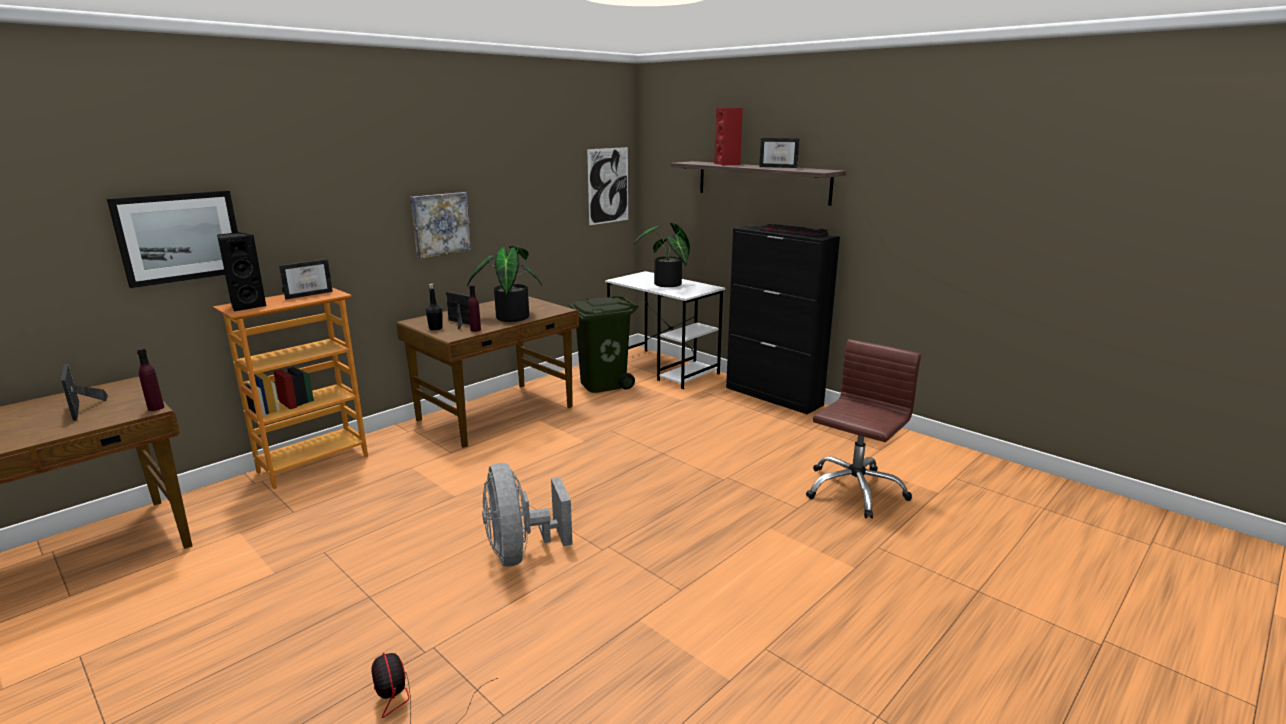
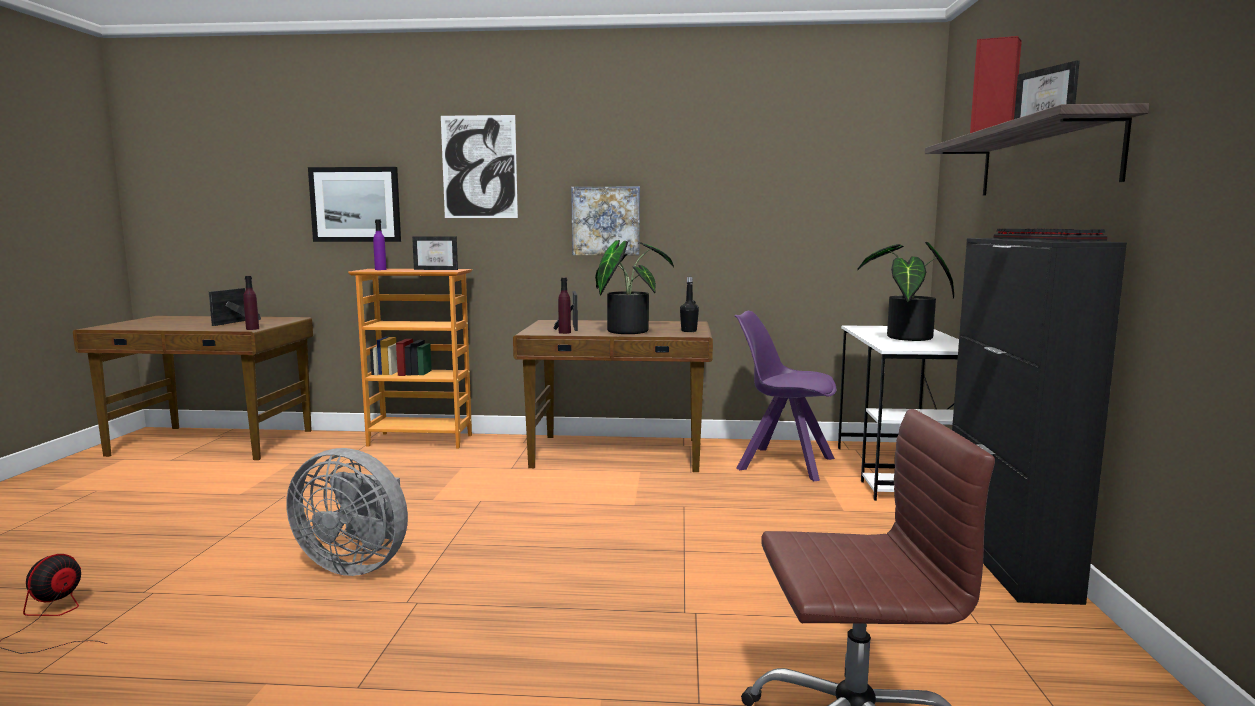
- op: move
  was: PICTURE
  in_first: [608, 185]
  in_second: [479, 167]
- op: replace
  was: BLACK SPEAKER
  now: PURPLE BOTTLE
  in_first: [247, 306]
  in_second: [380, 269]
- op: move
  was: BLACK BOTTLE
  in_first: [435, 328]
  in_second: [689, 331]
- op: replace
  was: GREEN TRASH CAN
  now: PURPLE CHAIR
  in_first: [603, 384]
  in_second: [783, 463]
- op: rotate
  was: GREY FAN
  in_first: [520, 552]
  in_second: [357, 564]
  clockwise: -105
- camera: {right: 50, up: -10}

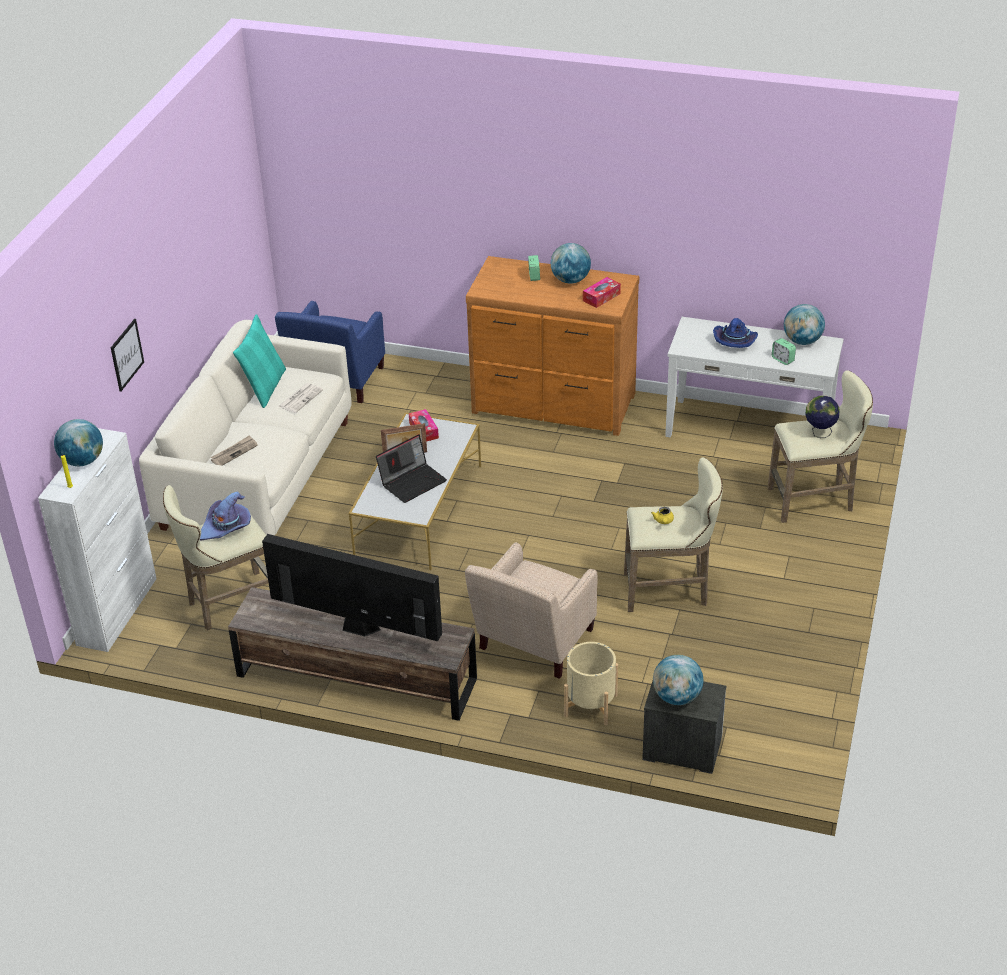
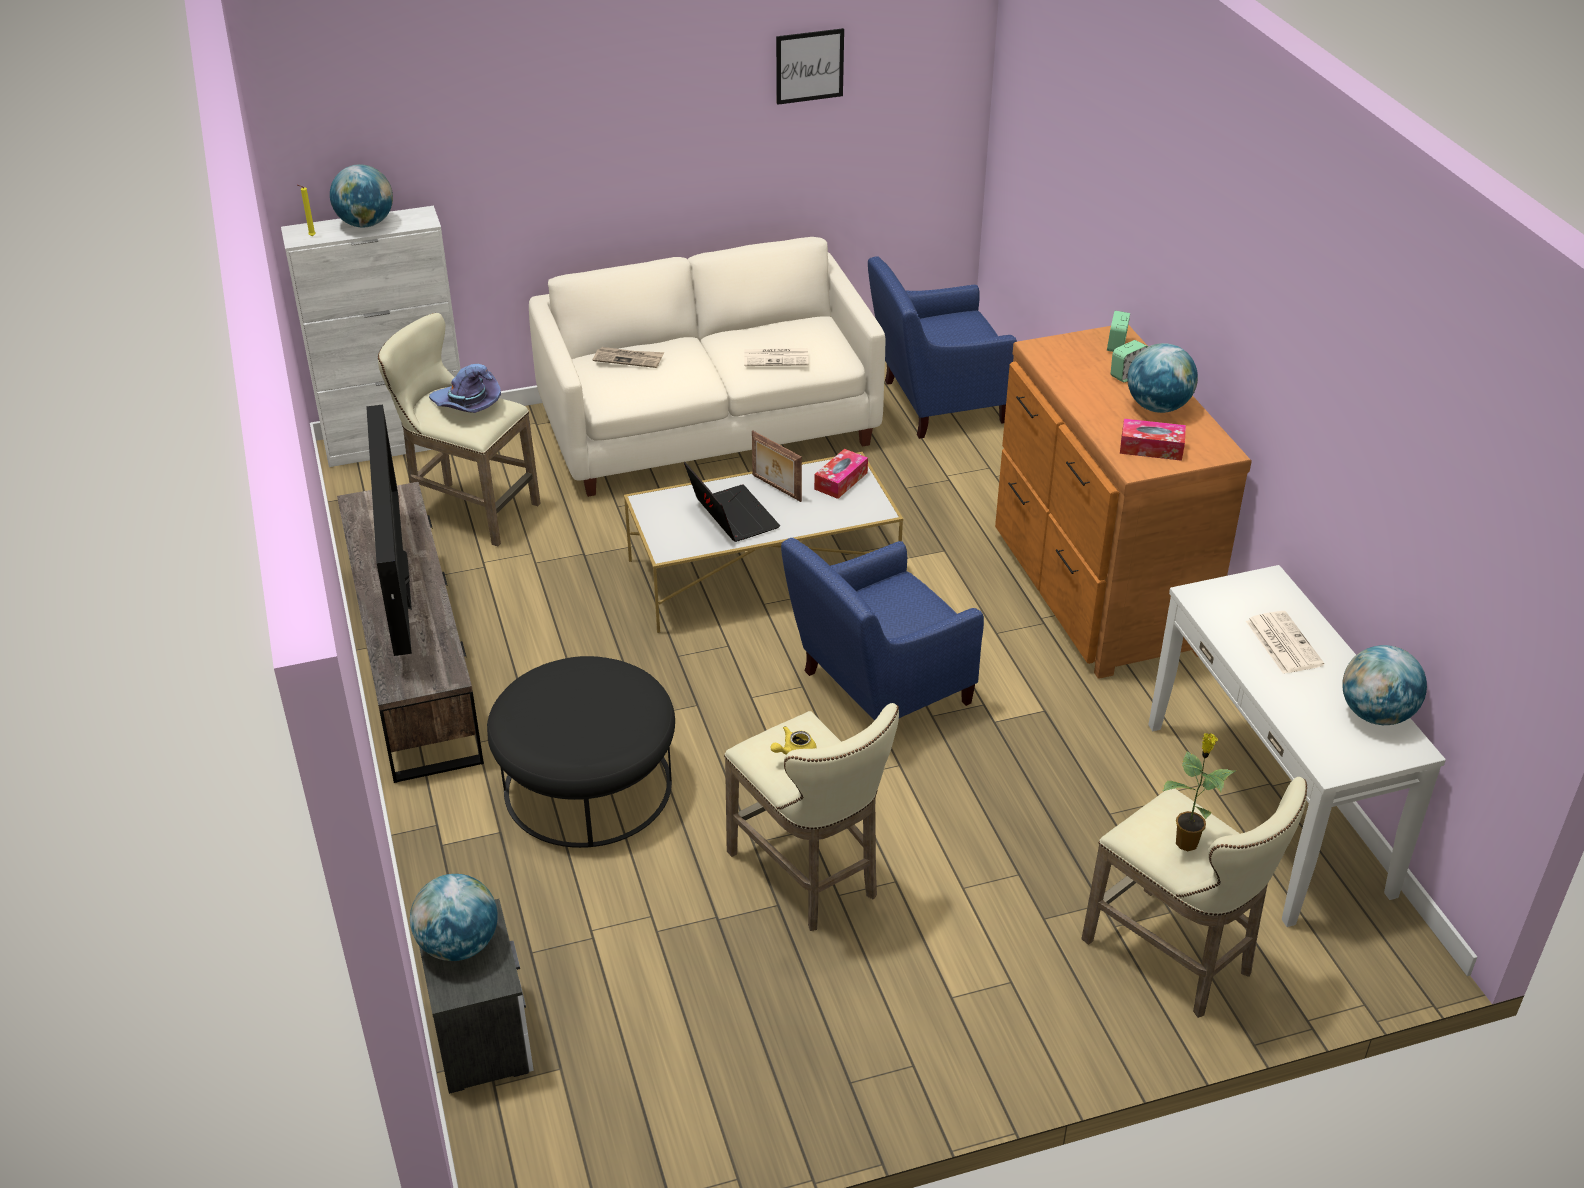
- op: delete
  was: TURQUOISE PILLOW
  in_first: [265, 387]
- op: replace
  was: BLUE HAT
  now: NEWSPAPER
  in_first: [735, 341]
  in_second: [1282, 642]
- op: move
  was: PICTURE
  in_first: [126, 354]
  in_second: [809, 66]
- op: move
  was: ALARM CLOCK
  in_first: [783, 359]
  in_second: [1116, 345]
- op: replace
  was: GLOBE
  now: POTTED PLANT
  in_first: [820, 433]
  in_second: [1187, 841]
- op: rotate
  was: LAPTOP
  in_first: [412, 481]
  in_second: [731, 516]
  clockwise: -135
- op: replace
  was: BEIGE ARMCHAIR
  now: BLACK OTTOMAN
  in_first: [532, 644]
  in_second: [587, 785]
- op: delete
  was: BEIGE PLANTER
  in_first: [591, 705]
- op: insert
  now: BLUE ARMCHAIR
  in_second: [876, 691]
- camera: {right: 55, up: 0}

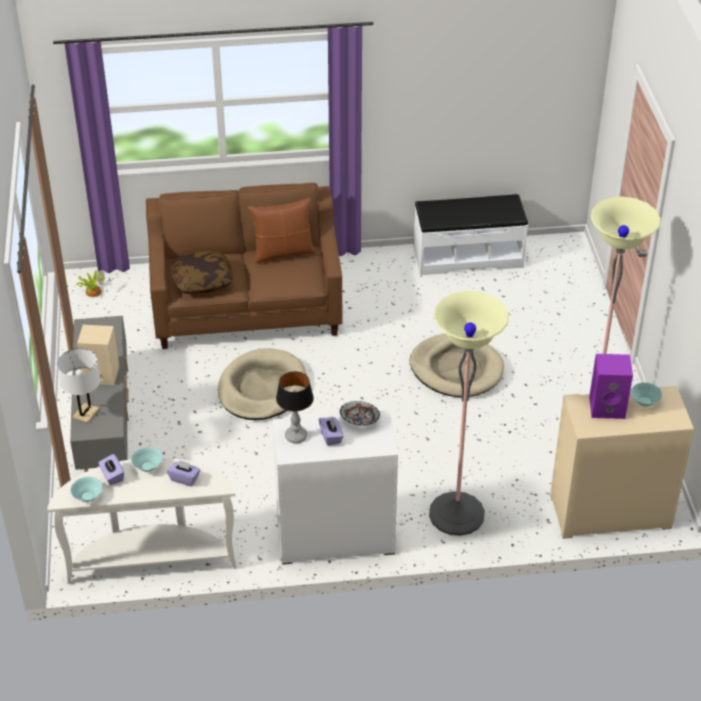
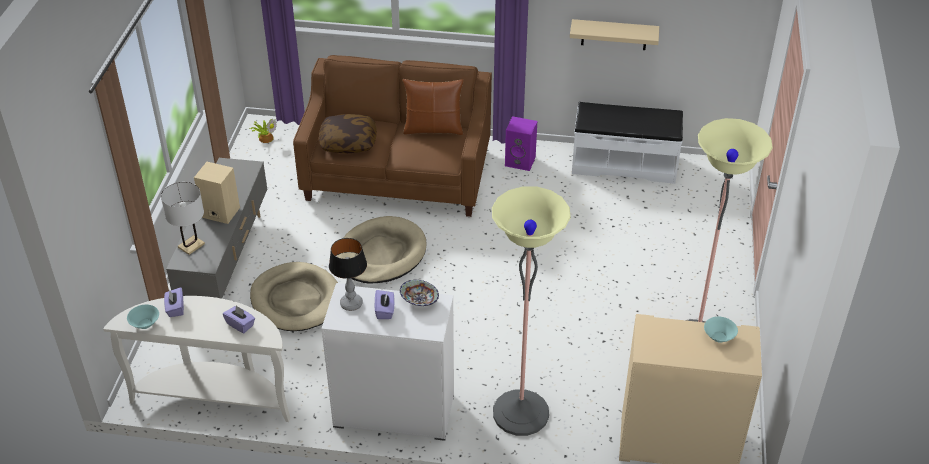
- op: move
  was: BEIGE DOG BED
  in_first: [456, 369]
  in_second: [296, 300]
- op: move
  was: PURPLE SPEAKER
  in_first: [608, 407]
  in_second: [521, 161]
- op: delete
  was: TURQUOISE BOWL
  in_first: [148, 466]
- op: insert
  now: BEIGE SHELF
  in_second: [614, 34]
- camera: {right: 15, up: 0}

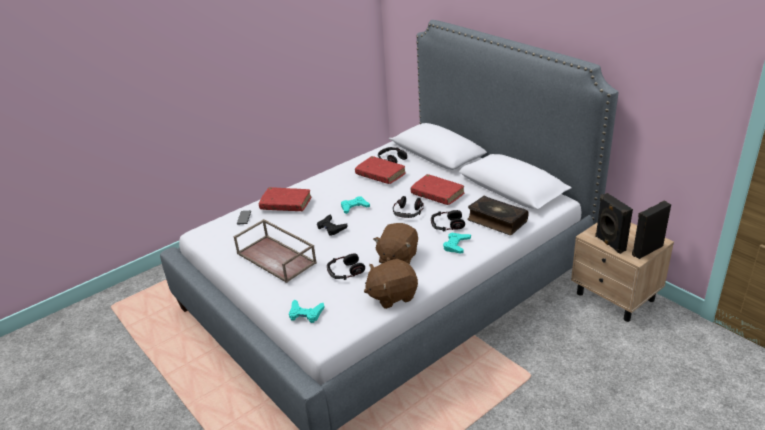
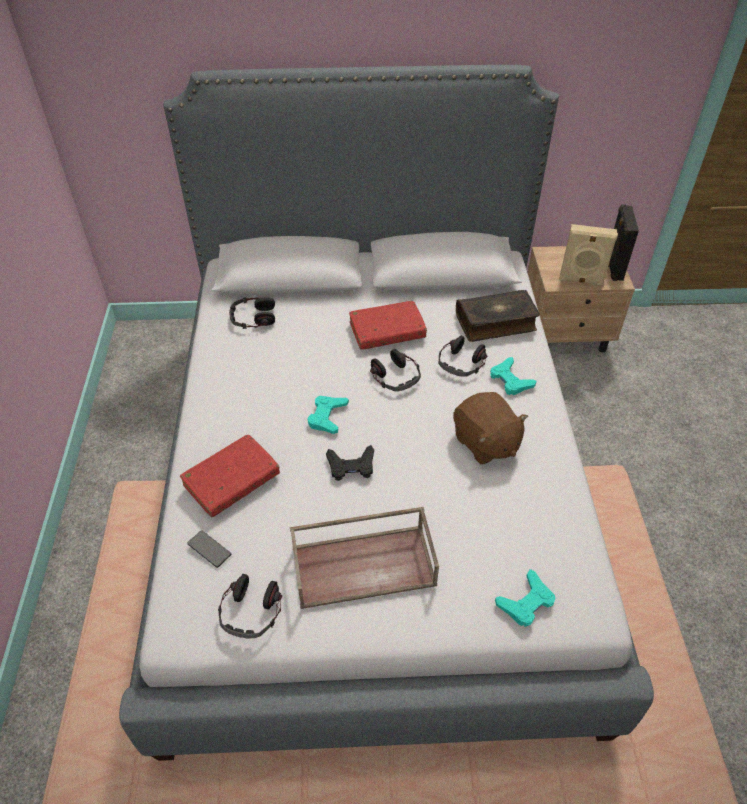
- op: delete
  was: RED BOOK
  in_first: [380, 175]
- op: recolor
  was: BLACK SPEAKER
  now: BEIGE SPEAKER
  in_first: [609, 244]
  in_second: [581, 281]
- op: move
  was: HEADPHONES
  in_first: [345, 271]
  in_second: [251, 611]
- op: delete
  was: BROWN PLUSH TOY
  in_first: [392, 295]
- camera: {right: -55, up: 15}

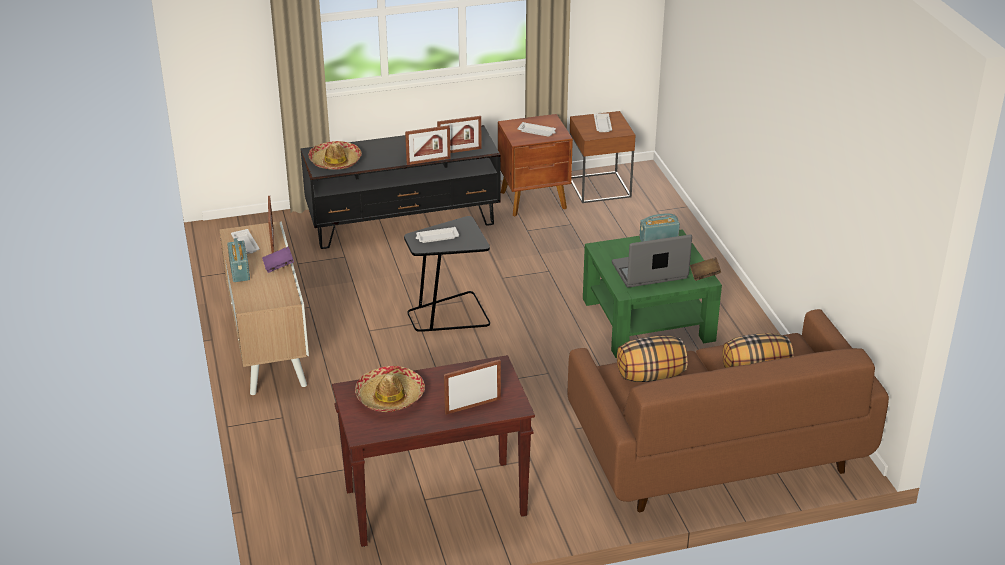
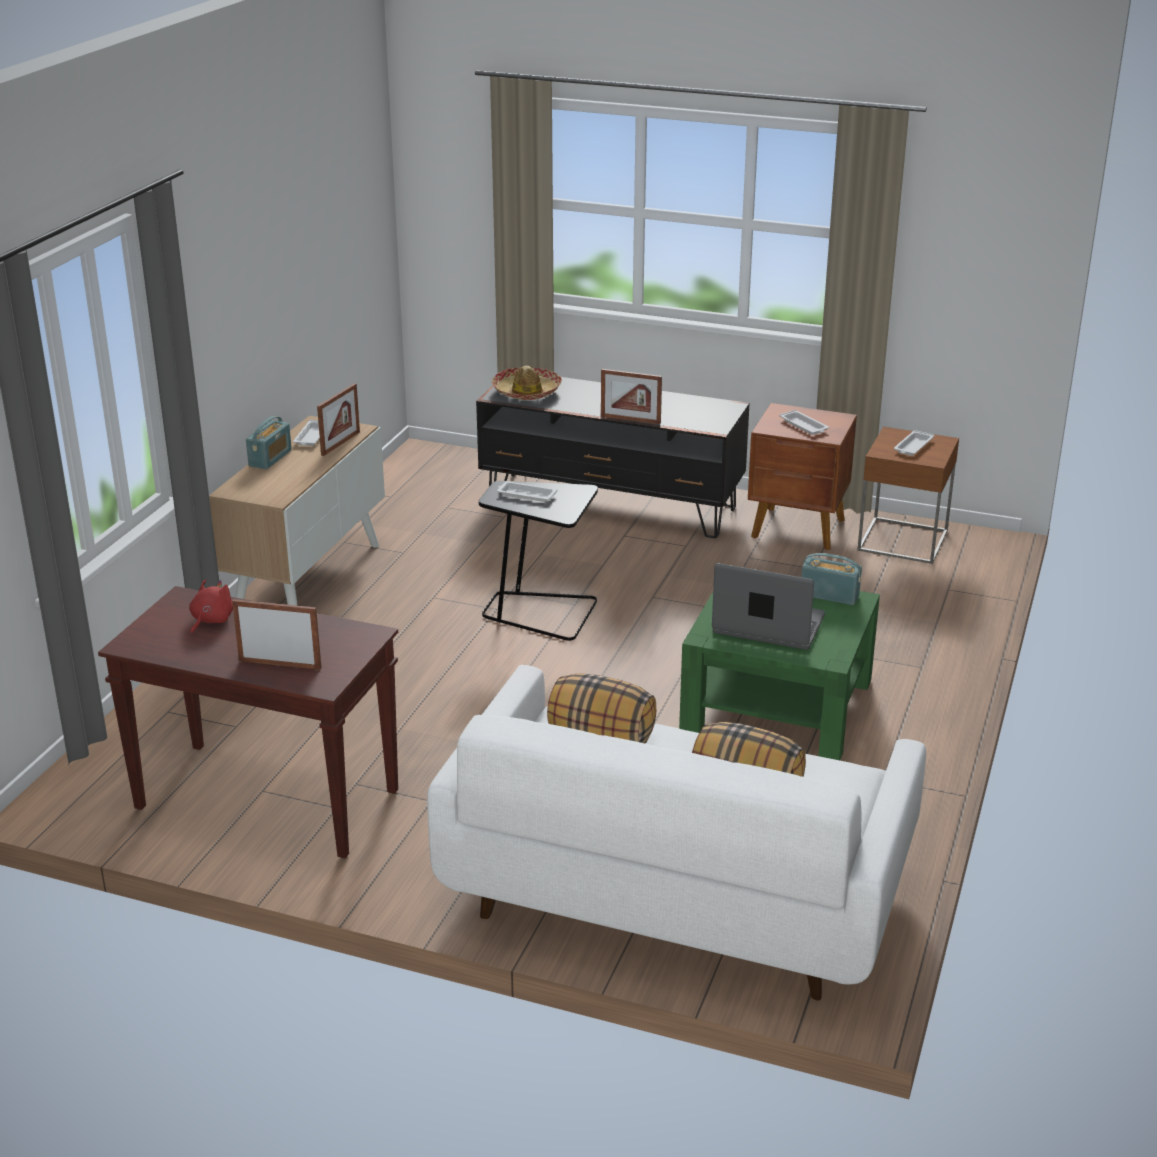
- op: delete
  was: PICTURE FRAME
  in_first: [459, 151]
- op: delete
  was: PURPLE BOOK
  in_first: [278, 266]
- op: delete
  was: BROWN BOOK
  in_first: [704, 275]
- op: recolor
  was: BROWN SOFA
  now: WHITE SOFA
  in_first: [716, 449]
  in_second: [676, 890]
- op: replace
  was: HAT
  now: RED PLUSH TOY
  in_first: [390, 397]
  in_second: [210, 620]
- camera: {right: 35, up: -5}

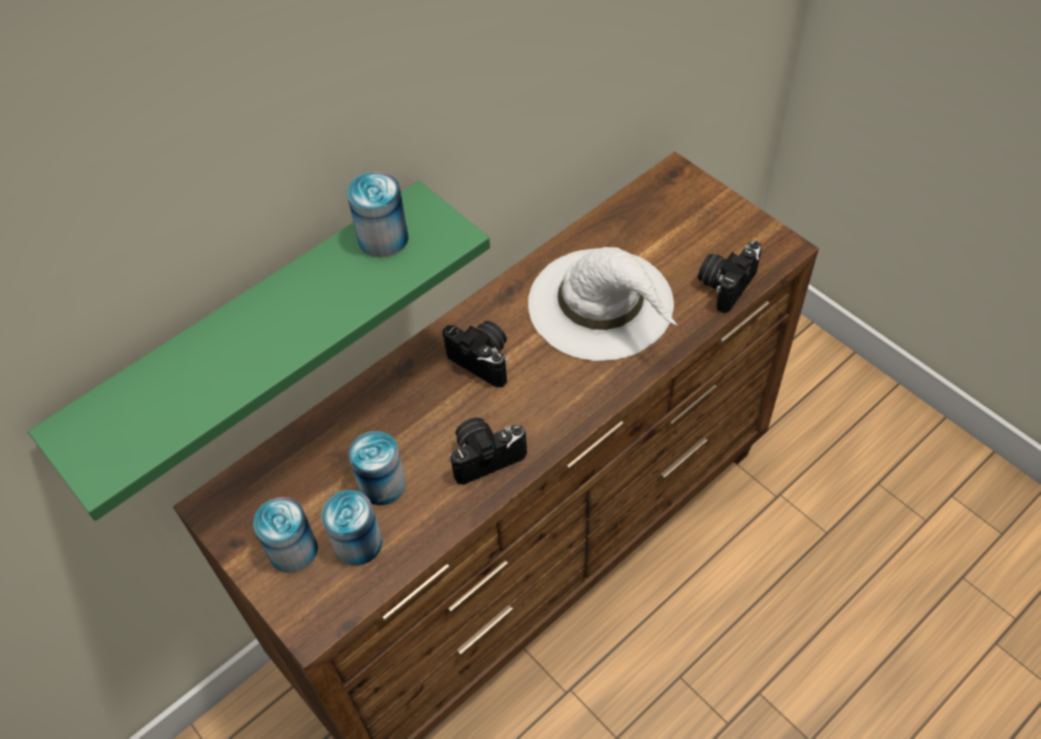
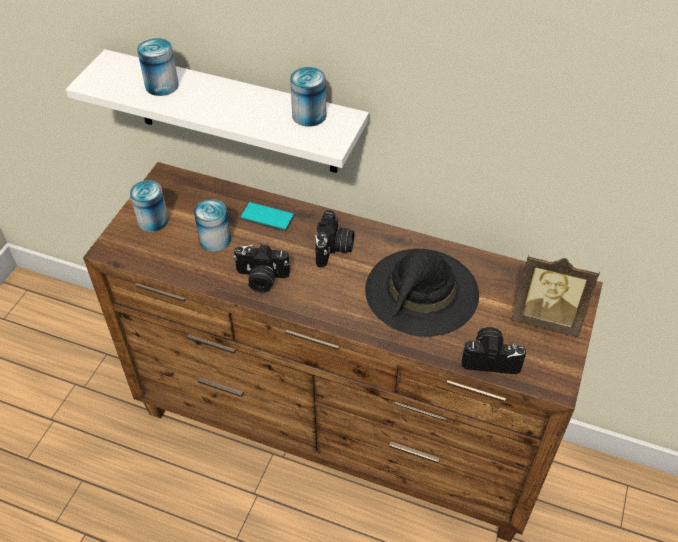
- op: recolor
  was: GREEN SHELF
  now: WHITE SHELF
  in_first: [255, 337]
  in_second: [235, 113]
- op: recolor
  was: WHITE HAT
  now: BLACK HAT
  in_first: [602, 304]
  in_second: [421, 293]
- op: rotate
  was: PHOTO CAMERA
  in_first: [485, 455]
  in_second: [261, 279]
  clockwise: 150
- op: move
  was: CAN
  in_first: [358, 543]
  in_second: [162, 85]
- op: insert
  now: PHONE
  in_second: [266, 217]
- op: insert
  now: PICTURE FRAME
  in_second: [546, 318]
- camera: {right: 60, up: -5}

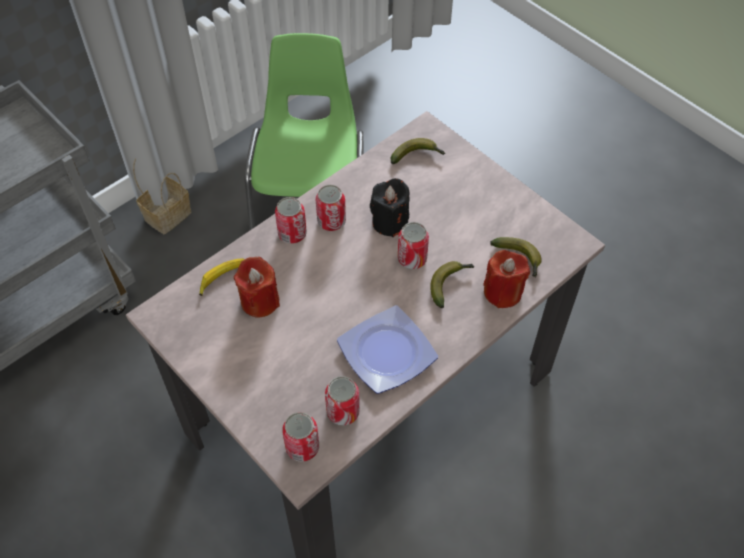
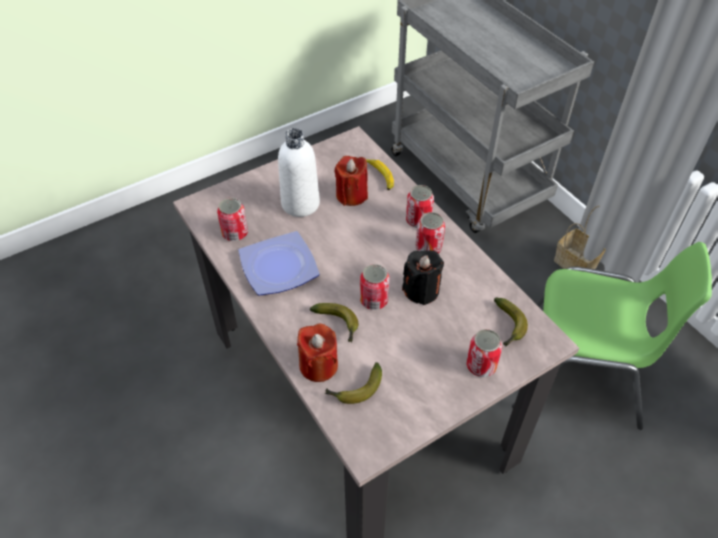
- op: move
  was: CAN
  in_first: [302, 447]
  in_second: [481, 365]
- op: insert
  now: WHITE BOTTLE
  in_second: [300, 204]
- camera: {right: 100, up: -5}

